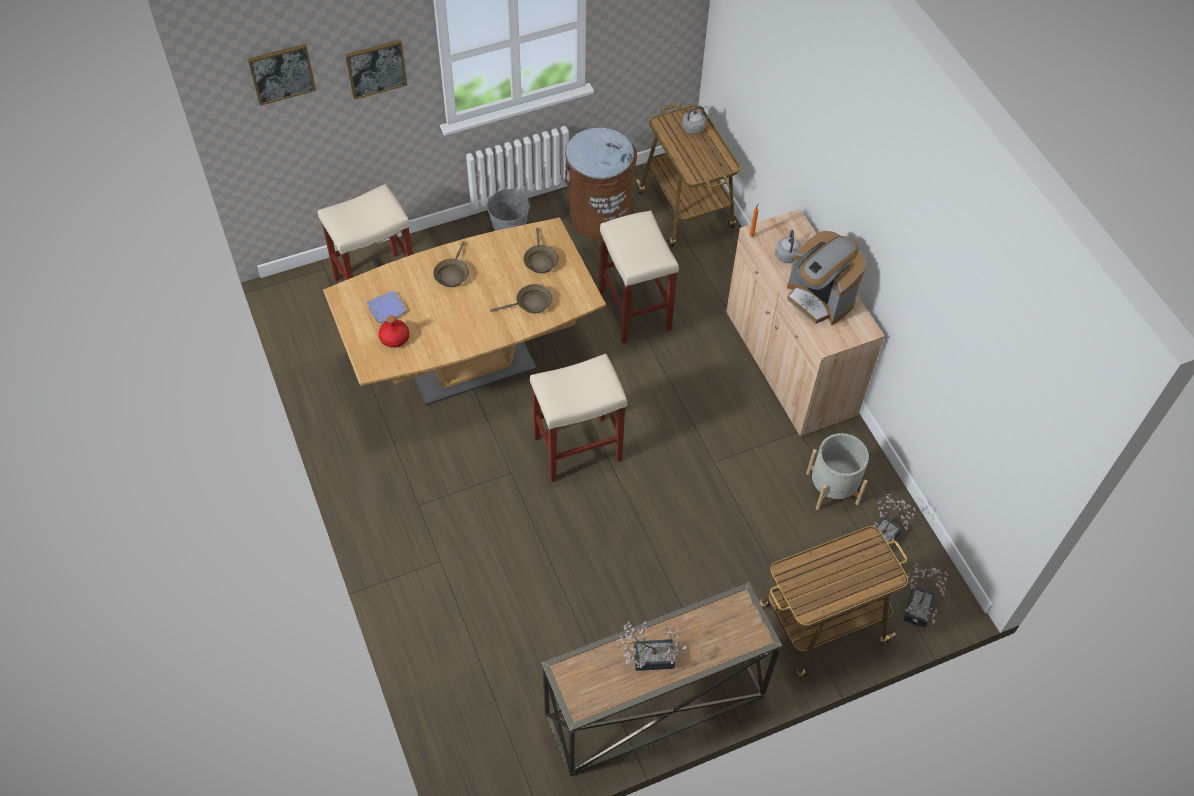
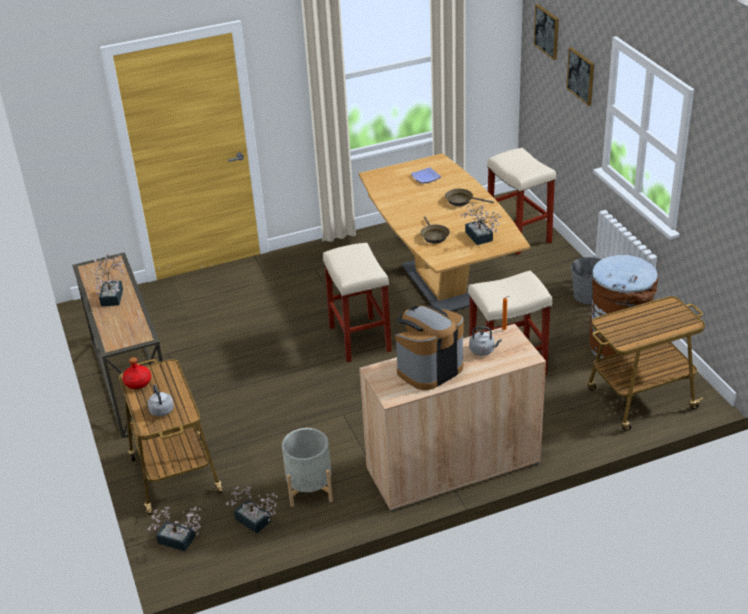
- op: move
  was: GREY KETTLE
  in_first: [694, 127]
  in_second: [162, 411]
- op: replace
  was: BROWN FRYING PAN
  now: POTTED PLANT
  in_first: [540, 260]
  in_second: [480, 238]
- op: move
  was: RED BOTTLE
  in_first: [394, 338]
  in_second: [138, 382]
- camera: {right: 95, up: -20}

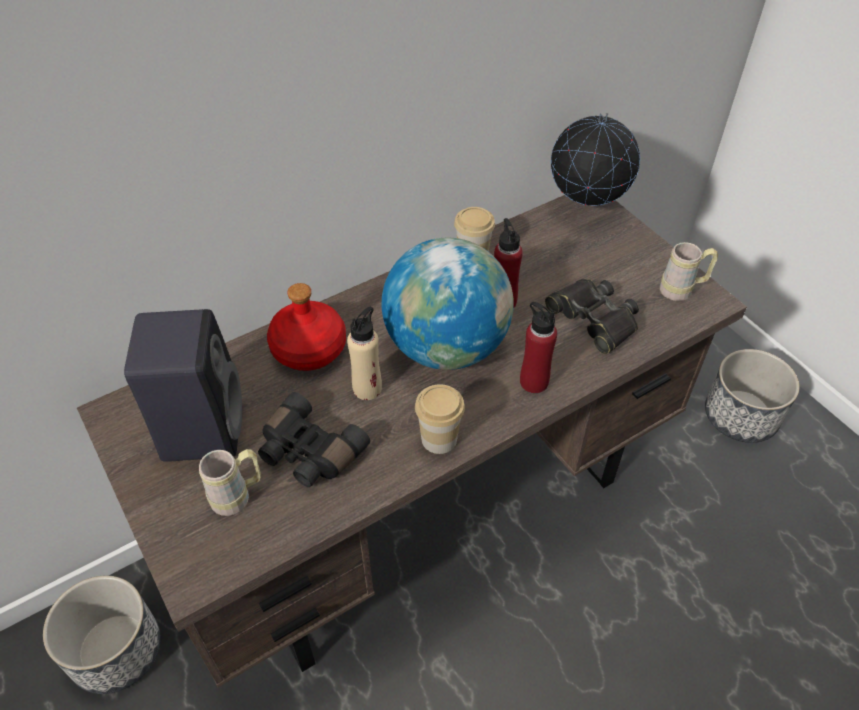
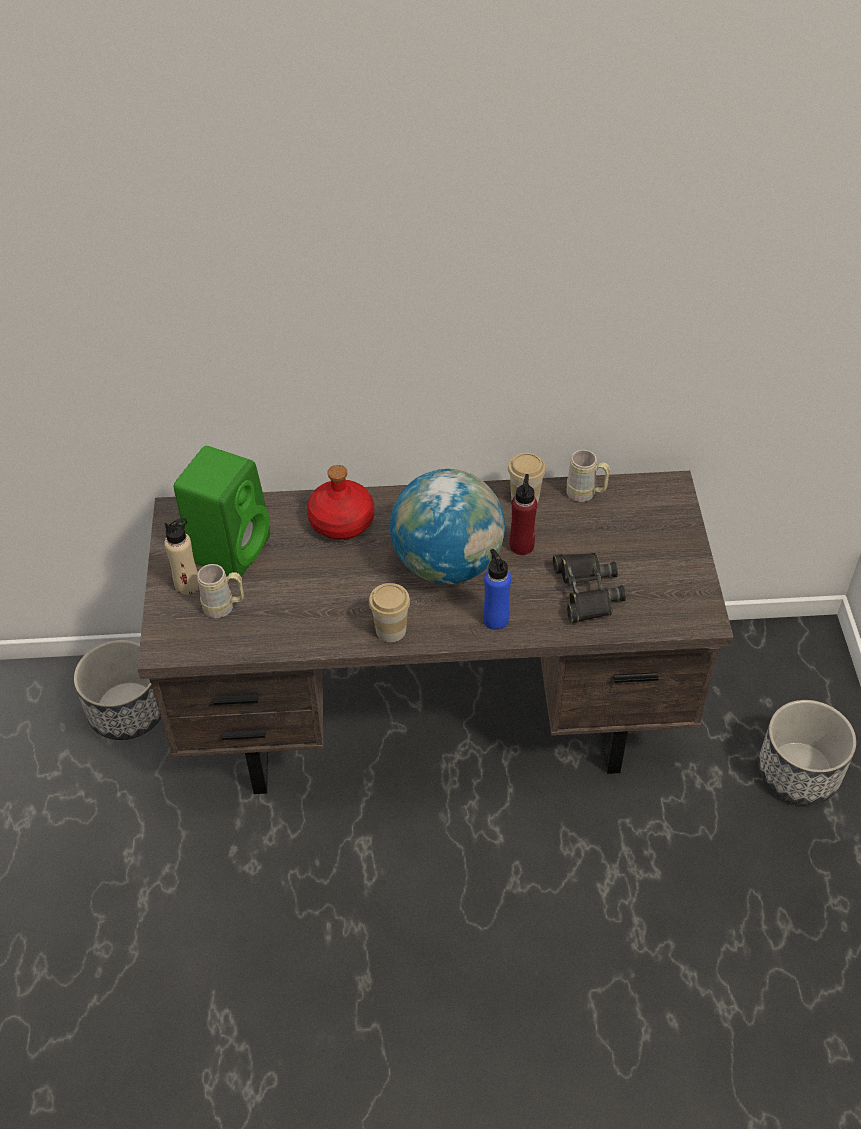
- op: delete
  was: GLOBE
  in_first: [587, 206]
- op: move
  was: BEIGE MUG
  in_first: [682, 291]
  in_second: [586, 494]
- op: recolor
  was: RED BOTTLE
  now: BLUE BOTTLE
  in_first: [533, 382]
  in_second: [495, 619]
- op: move
  was: BEIGE BOTTLE
  in_first: [367, 388]
  in_second: [187, 584]
- op: recolor
  was: BLACK SPEAKER
  now: GREEN SPEAKER
  in_first: [202, 425]
  in_second: [230, 547]
- op: delete
  was: BLACK BINOCULARS
  in_first: [308, 453]
- camera: {right: 30, up: 0}

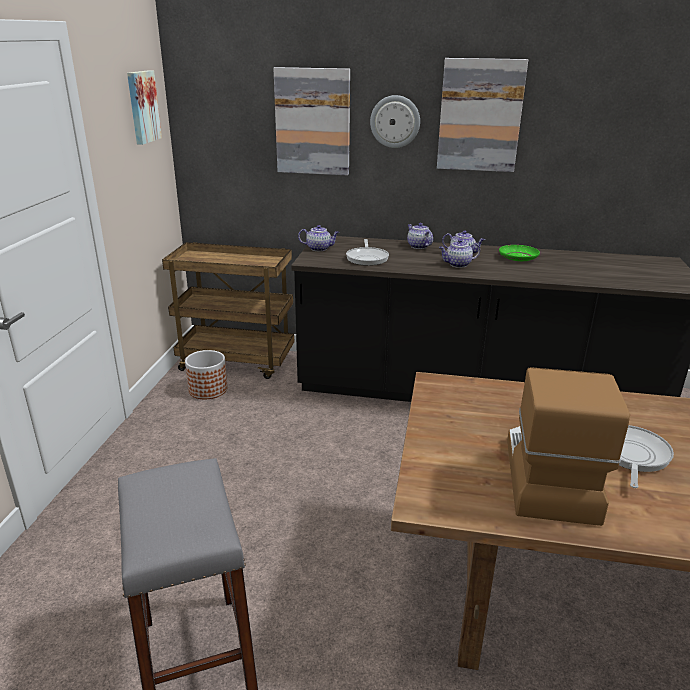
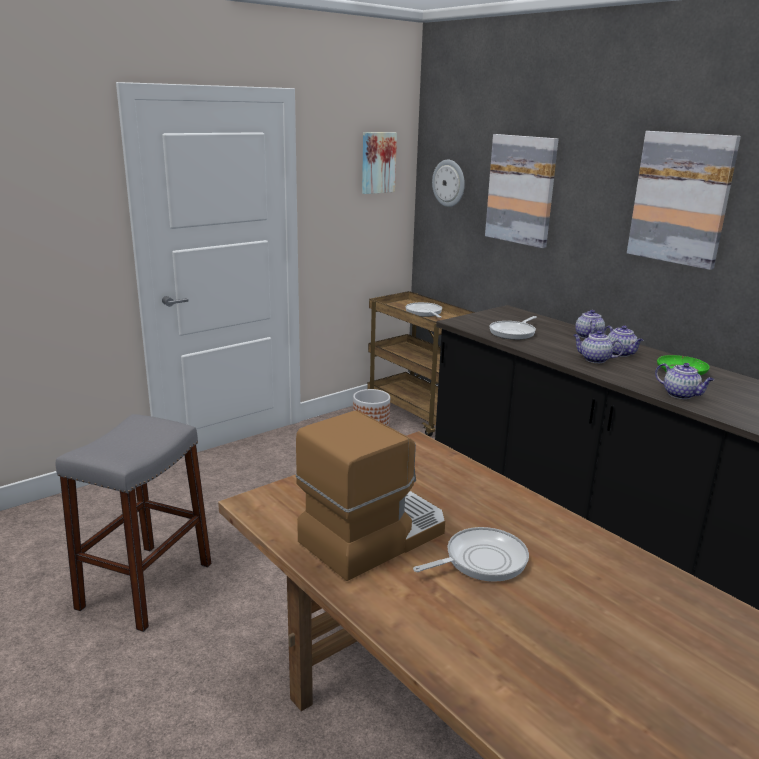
- op: move
  was: WALL CLOCK
  in_first: [395, 121]
  in_second: [449, 183]
- op: move
  was: TEAPOT
  in_first: [319, 248]
  in_second: [681, 395]
- op: insert
  now: FRYING PAN
  in_second: [424, 313]
- camera: {right: 40, up: -5}

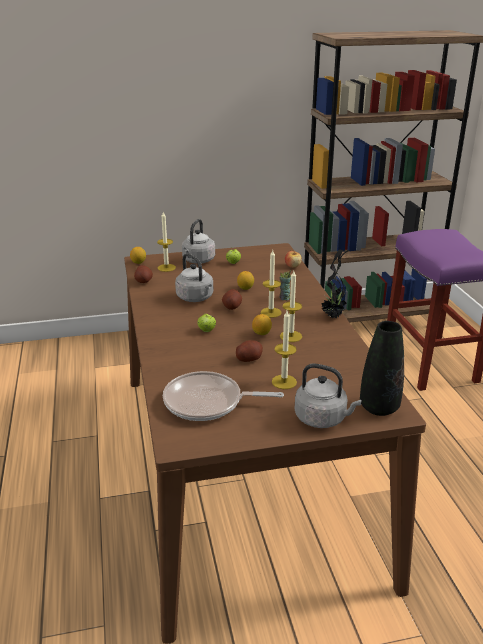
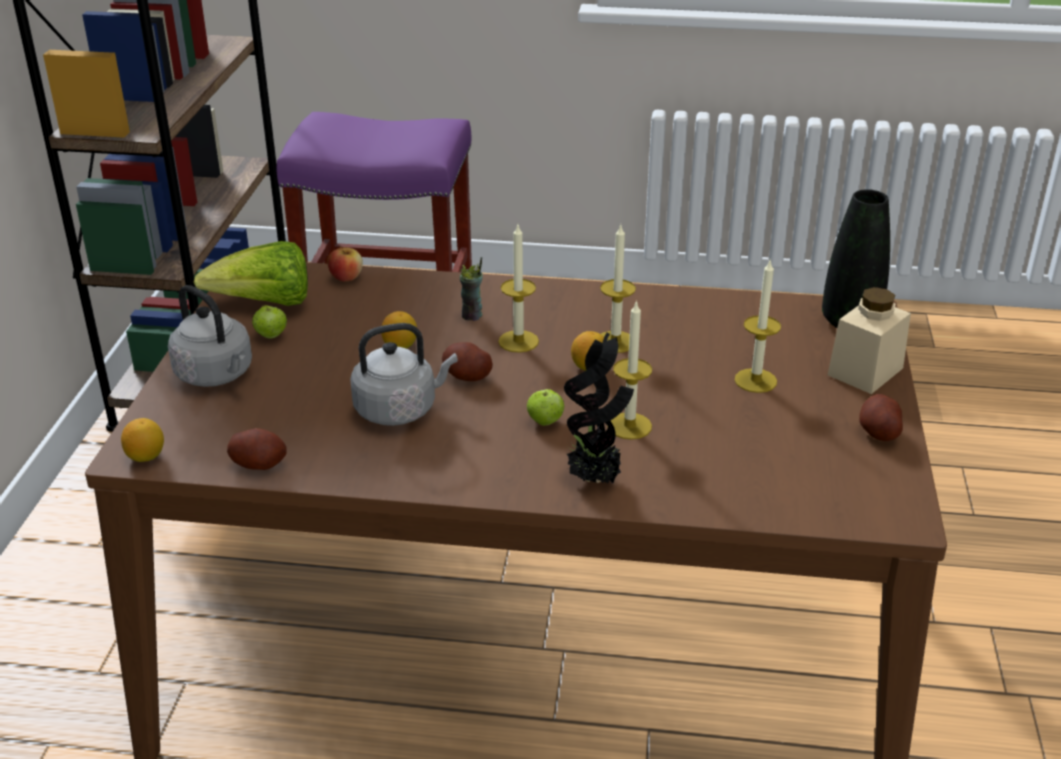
- op: move
  was: CANDLE
  in_first: [166, 268]
  in_second: [629, 426]
- op: move
  was: POTTED PLANT
  in_first: [333, 317]
  in_second: [595, 479]
- op: move
  was: POTATO
  in_first: [249, 359]
  in_second: [878, 432]
- op: replace
  was: GREY KETTLE
  now: BEIGE JAR
  in_first: [323, 418]
  in_second: [865, 371]
- op: delete
  was: FRYING PAN
  in_first: [208, 402]
- op: insert
  now: LETTUCE
  in_second: [265, 304]
- camera: {right: -70, up: 5}

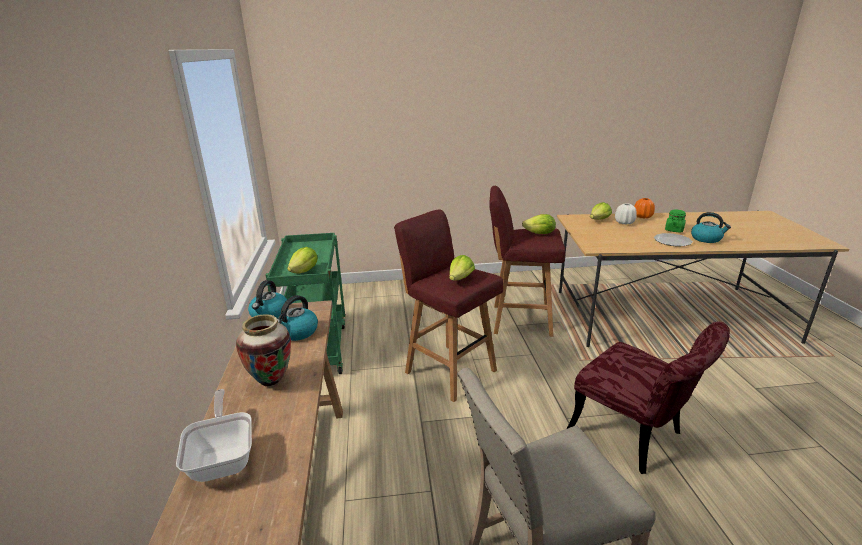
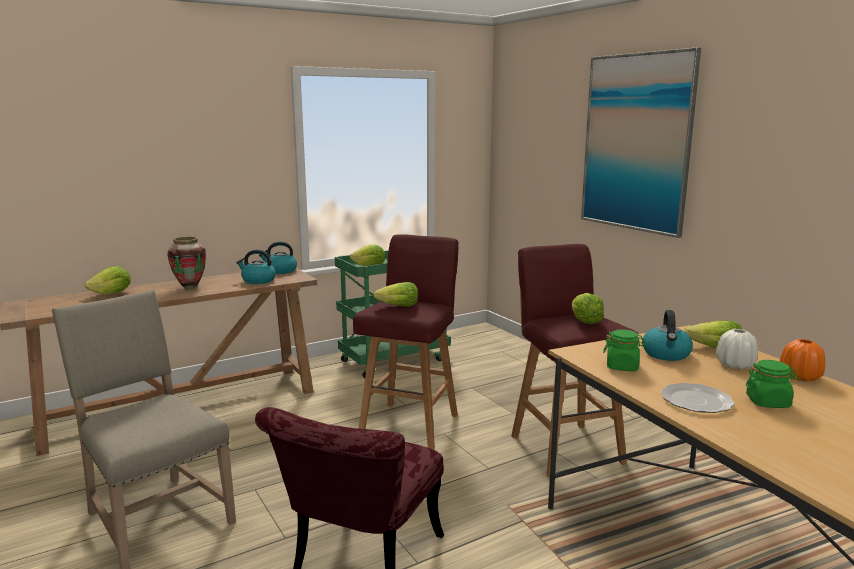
- op: move
  was: KETTLE
  in_first: [706, 239]
  in_second: [666, 354]
- op: replace
  was: FRYING PAN
  now: LETTUCE
  in_first: [224, 458]
  in_second: [112, 293]
- op: insert
  now: PICTURE
  in_second: [636, 143]
- op: insert
  now: GREEN JAR
  in_second: [622, 366]
- camera: {right: 65, up: -10}

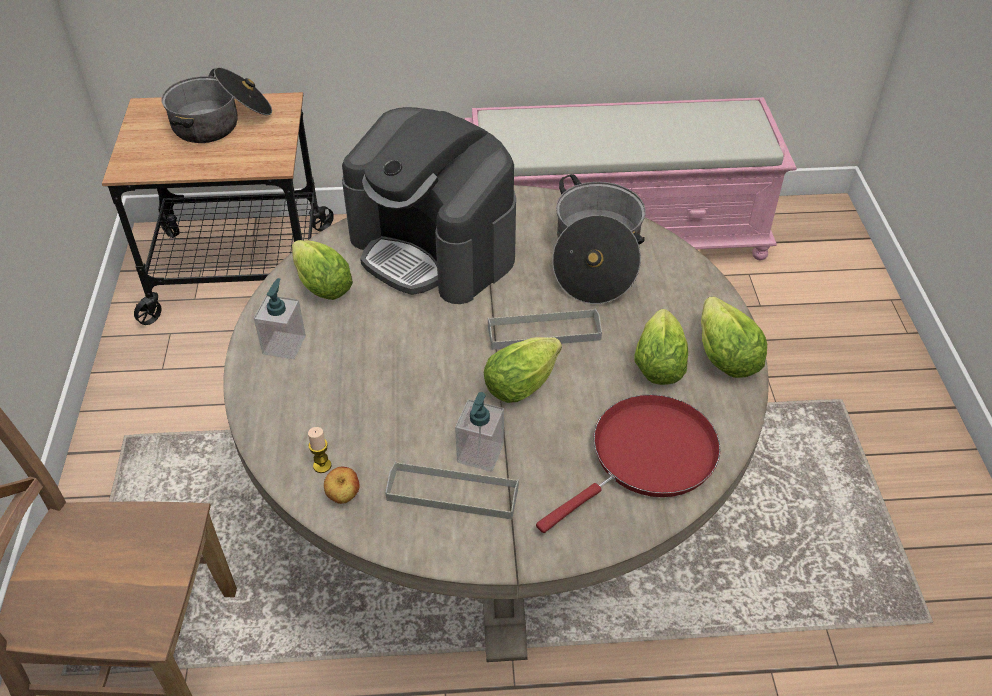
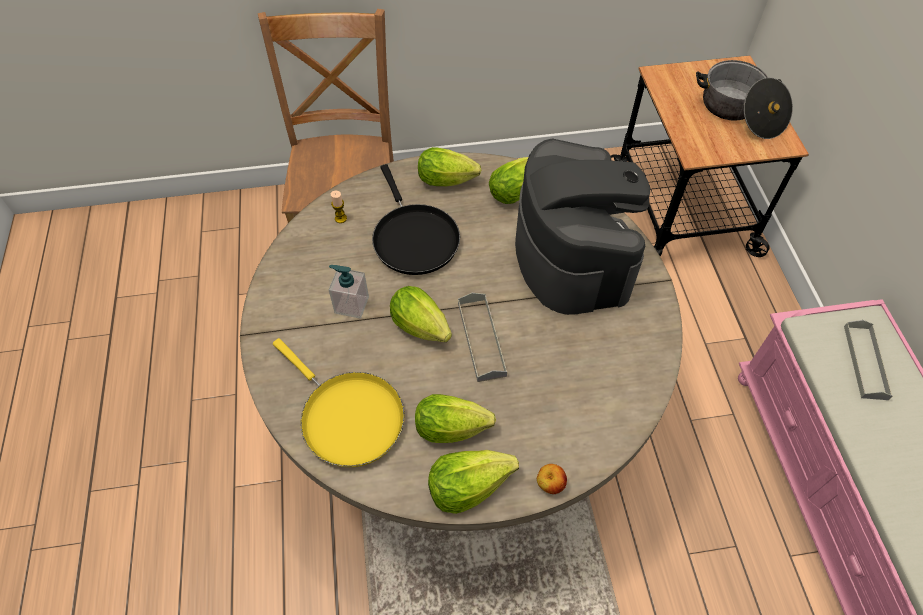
- op: rotate
  was: COFFEE MACHINE
  in_first: [434, 248]
  in_second: [573, 254]
  clockwise: 135
- op: delete
  was: COOKING POT
  in_first: [595, 258]
- op: replace
  was: SOAP DISPENSER
  now: LETTUCE
  in_first: [284, 344]
  in_second: [450, 180]
- op: recolor
  was: RED FRYING PAN
  now: YELLOW FRYING PAN
  in_first: [647, 457]
  in_second: [347, 416]
- op: move
  was: GREY TRAY
  in_first: [452, 493]
  in_second: [865, 362]
- op: move
  was: APPLE
  in_first: [343, 497]
  in_second: [550, 484]
- op: insert
  now: BLACK FRYING PAN
  in_second: [413, 238]
- camera: {right: 85, up: 10}

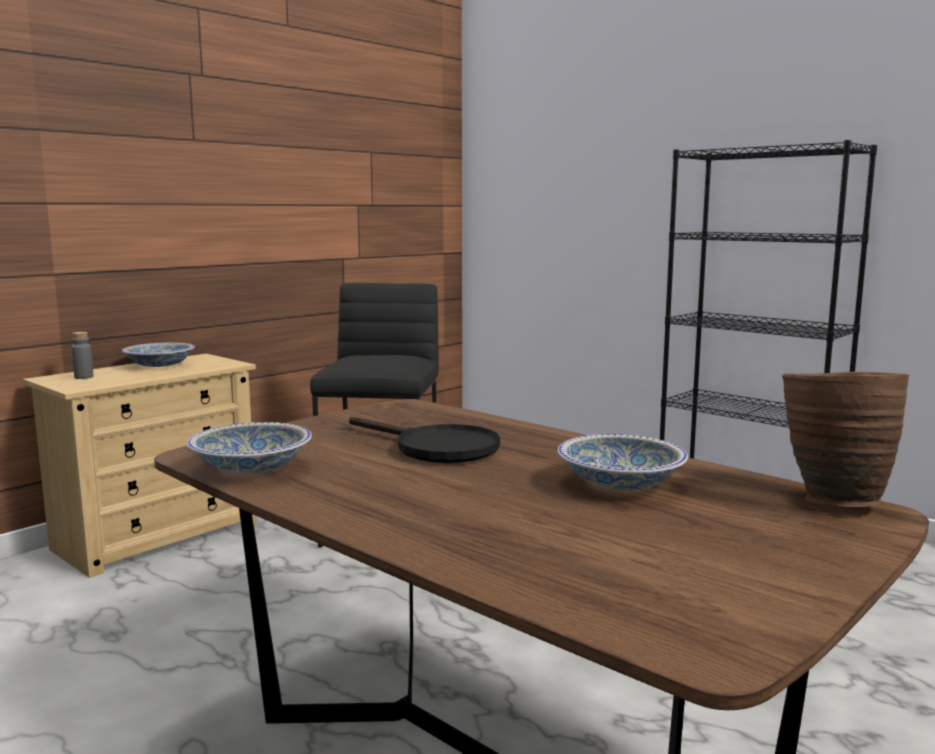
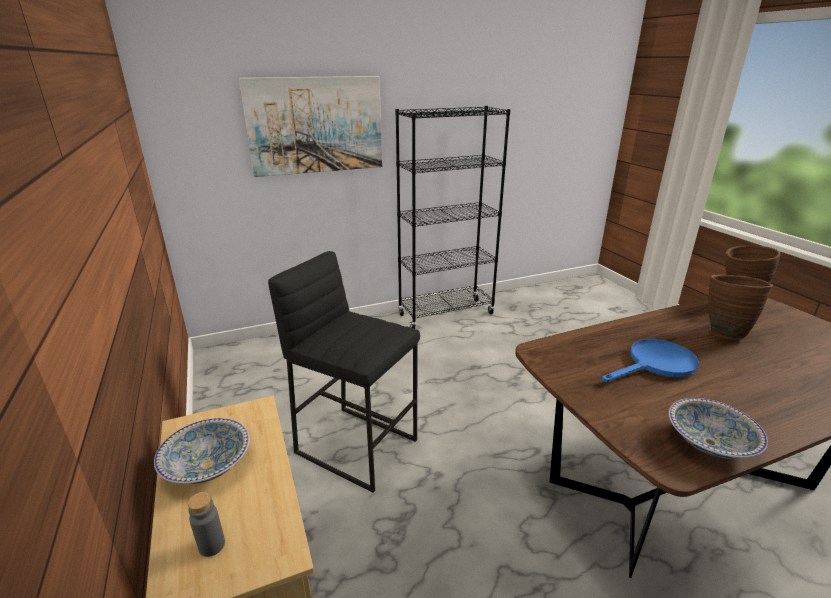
- op: recolor
  was: BLACK FRYING PAN
  now: BLUE FRYING PAN
  in_first: [435, 448]
  in_second: [655, 364]
- op: replace
  was: BOWL
  now: BROWN VASE
  in_first: [620, 484]
  in_second: [722, 332]
- op: insert
  now: PICTURE
  in_second: [316, 125]
- camera: {right: -65, up: 15}

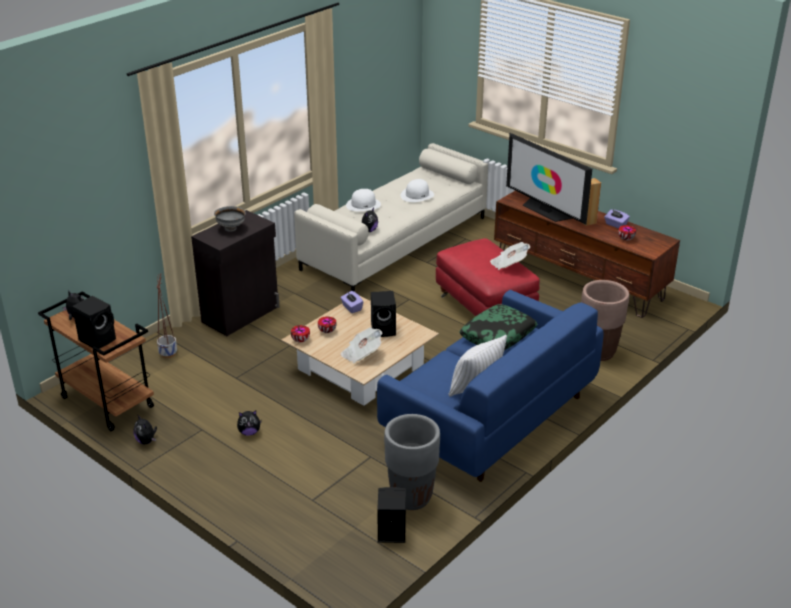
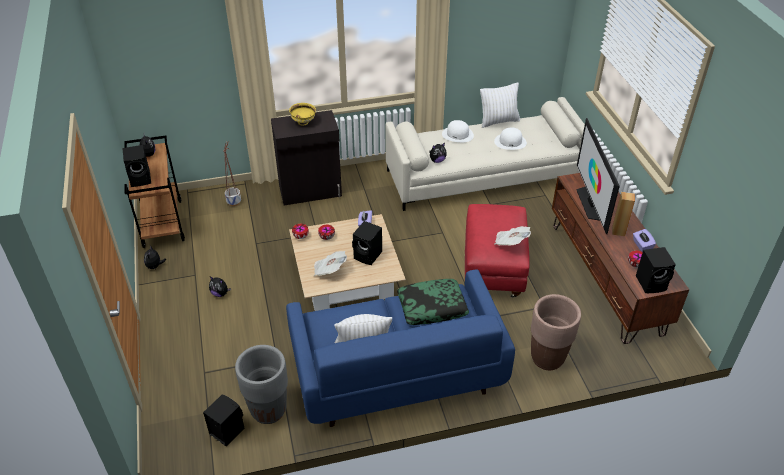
- op: recolor
  was: GREY BOWL
  now: YELLOW BOWL
  in_first: [231, 228]
  in_second: [303, 122]
- op: insert
  now: WHITE PILLOW
  in_second: [498, 121]
- op: insert
  now: BLACK SPEAKER
  in_second: [652, 283]
- camera: {right: 35, up: 10}

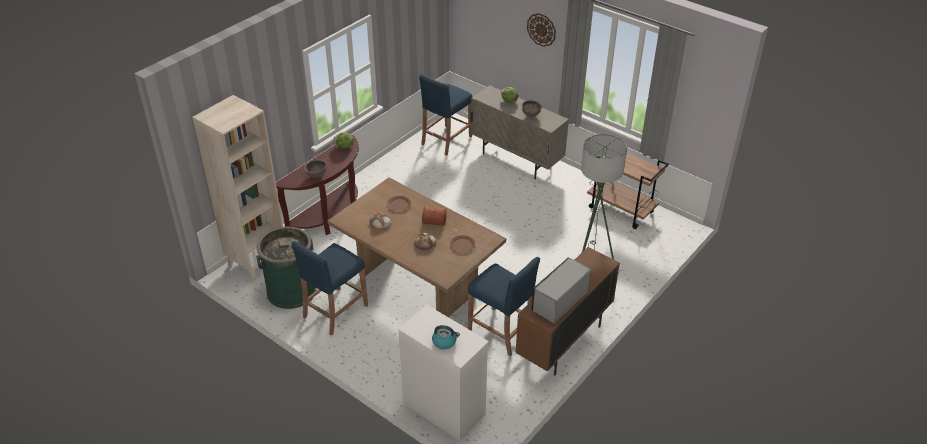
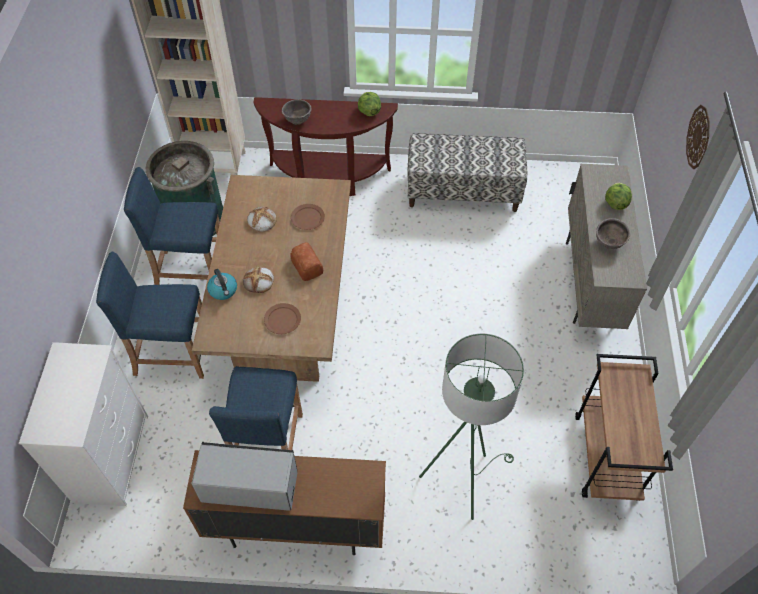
- op: move
  was: BLUE STOOL
  in_first: [446, 140]
  in_second: [172, 353]
- op: move
  was: KETTLE
  in_first: [444, 342]
  in_second: [223, 290]
- op: insert
  now: BENCH
  in_second: [463, 191]
- camera: {right: 55, up: 15}

